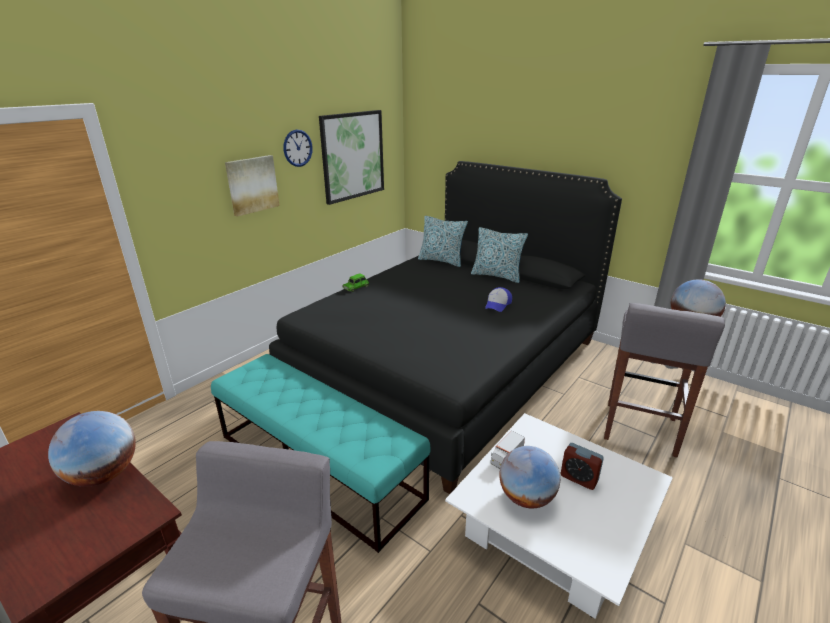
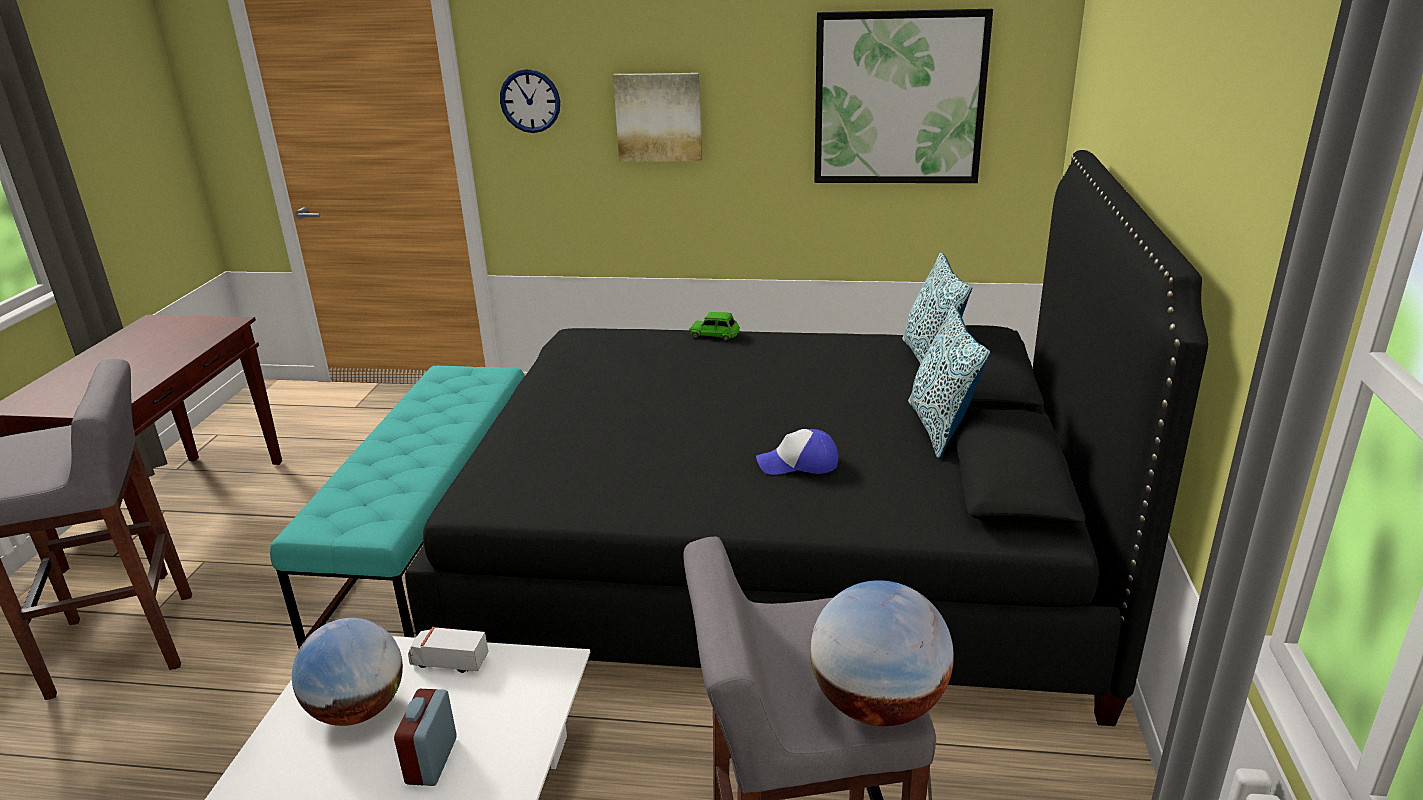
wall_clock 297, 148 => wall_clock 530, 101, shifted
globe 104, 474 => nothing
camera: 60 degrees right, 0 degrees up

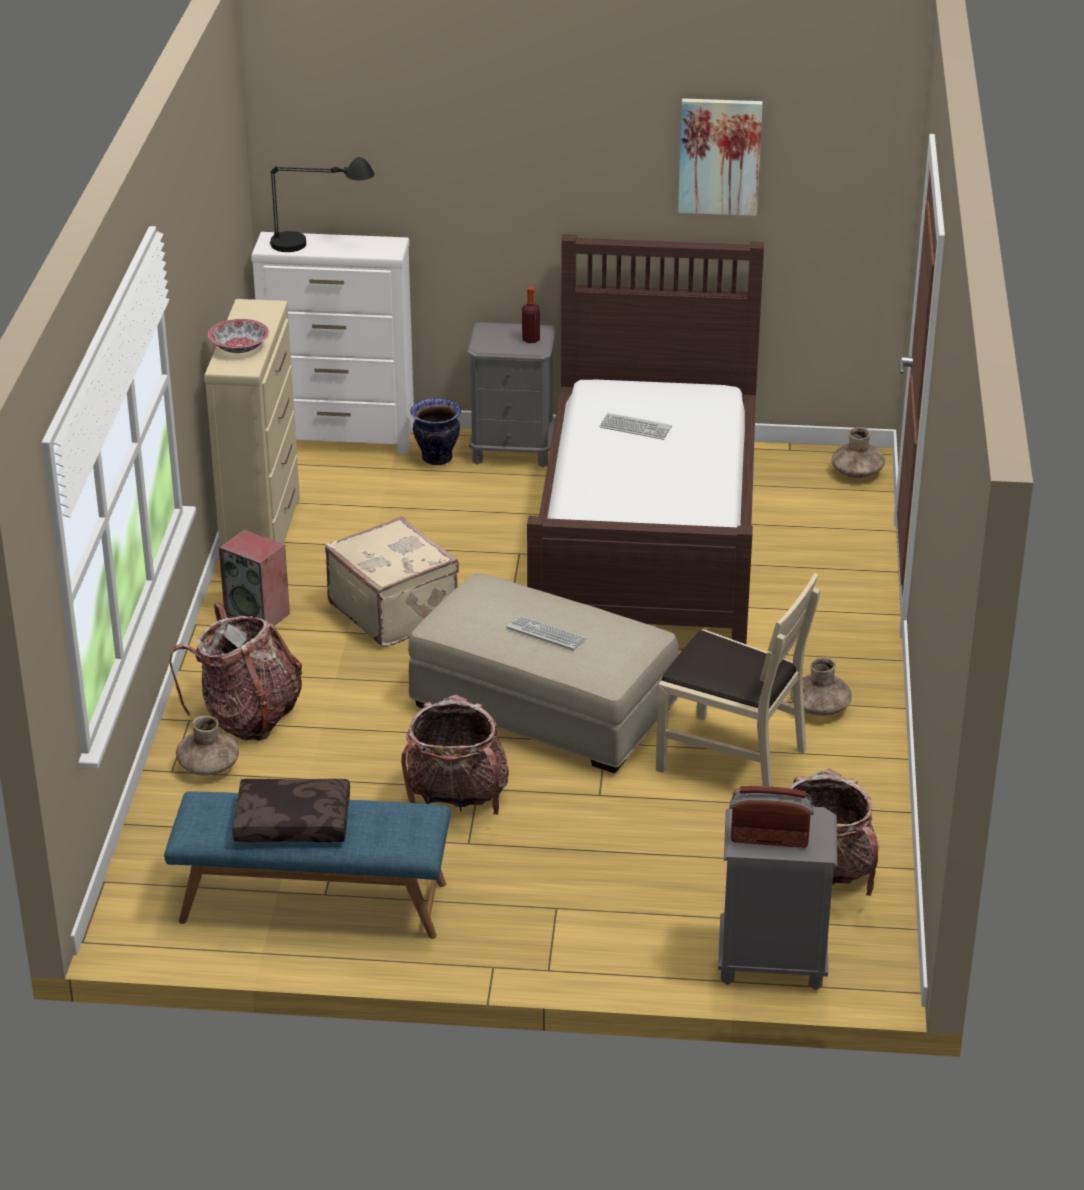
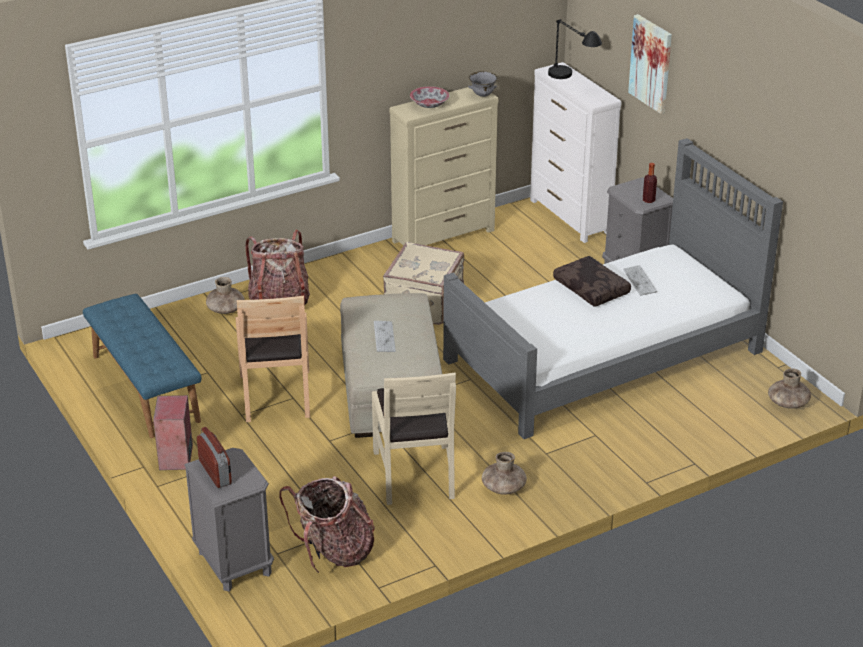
speaker 258, 615 => speaker 176, 457, shifted
backpack 456, 799 => brown_chair 276, 395
brown_bed 647, 539 => grey_bed 604, 355
nothing => grey_bowl 482, 95
brown_pillow 294, 821 => brown_pillow 592, 288, shifted
picture 719, 156 => picture 651, 63, shifted
vase 436, 458 => nothing
camera: 55 degrees right, 0 degrees up

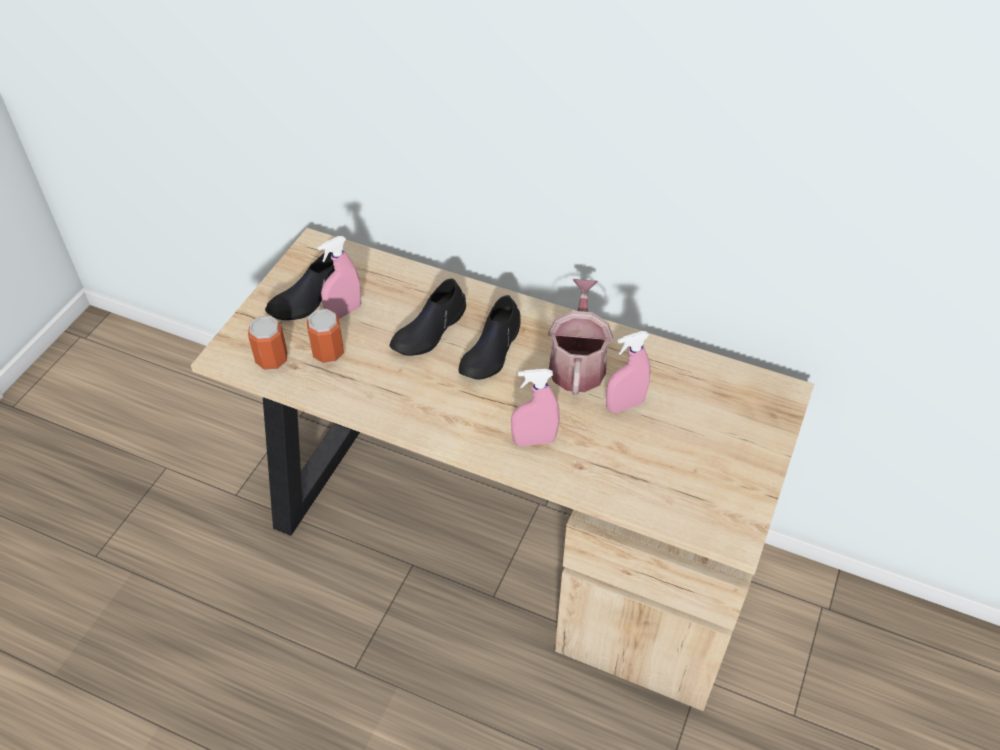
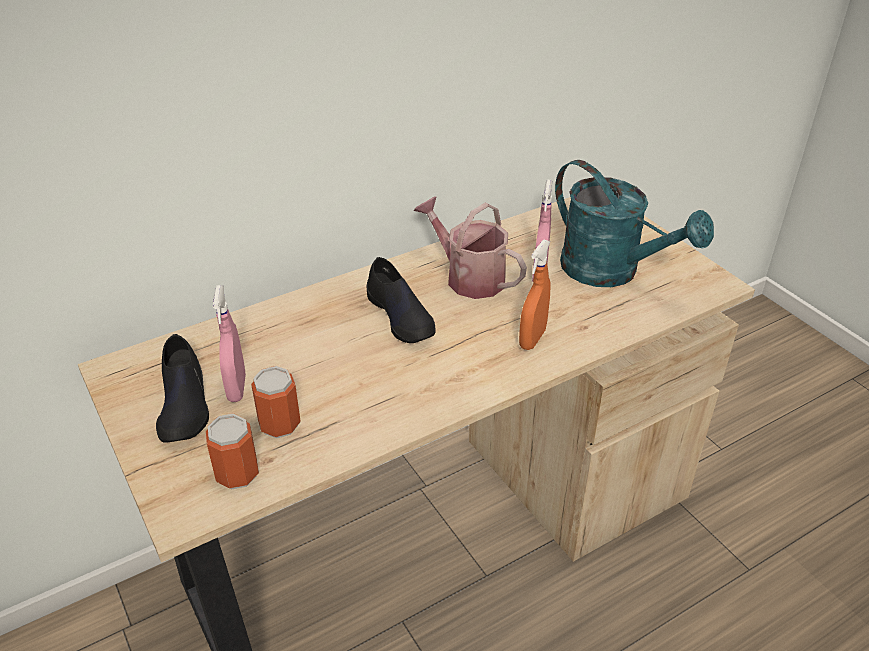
pink_spray_bottle 534, 440 => orange_spray_bottle 532, 339
nothing => turquoise_watering_can 612, 272
black_shoe 429, 330 => nothing
camera: 55 degrees left, 10 degrees down

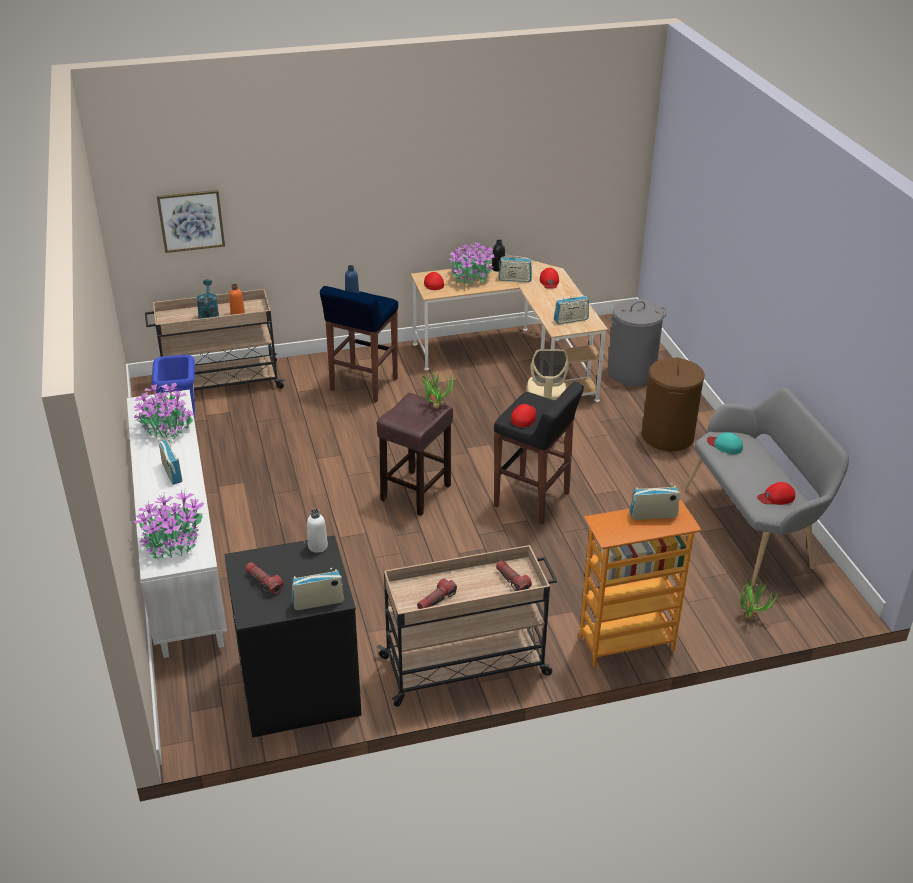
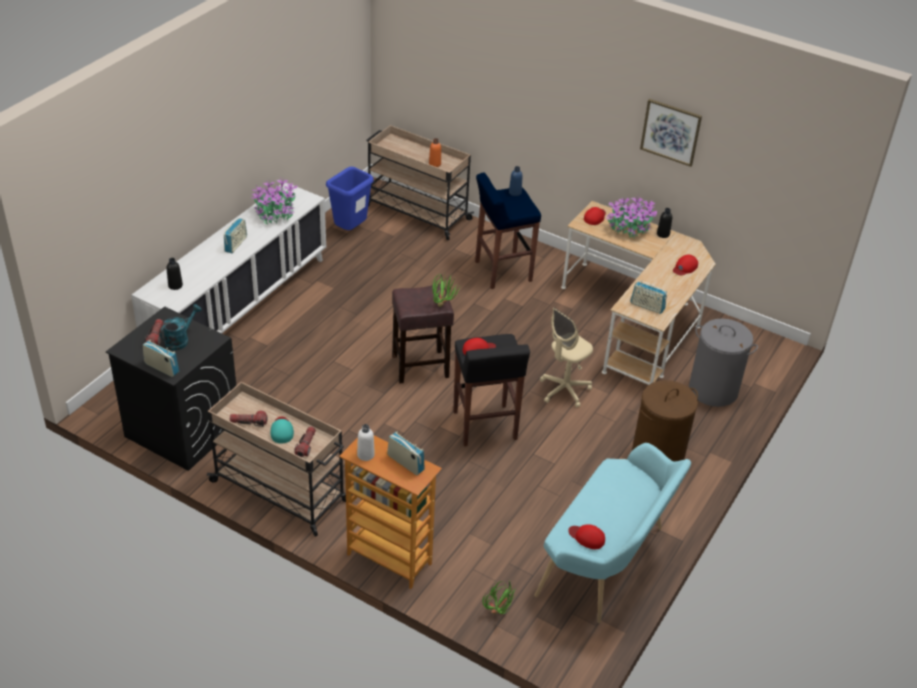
turquoise_watering_can 209, 315 => turquoise_watering_can 180, 340, shifted
potted_plant 173, 542 => black_bottle 175, 285
turquoise_cap 725, 445 => turquoise_cap 282, 431, shifted
white_bottle 317, 546 => white_bottle 365, 455, shifted
grey_bench 754, 527 => turquoise_bench 607, 563
picture 191, 220 => picture 671, 132, shifted
radio 515, 279 => nothing
camera: 45 degrees right, 5 degrees up

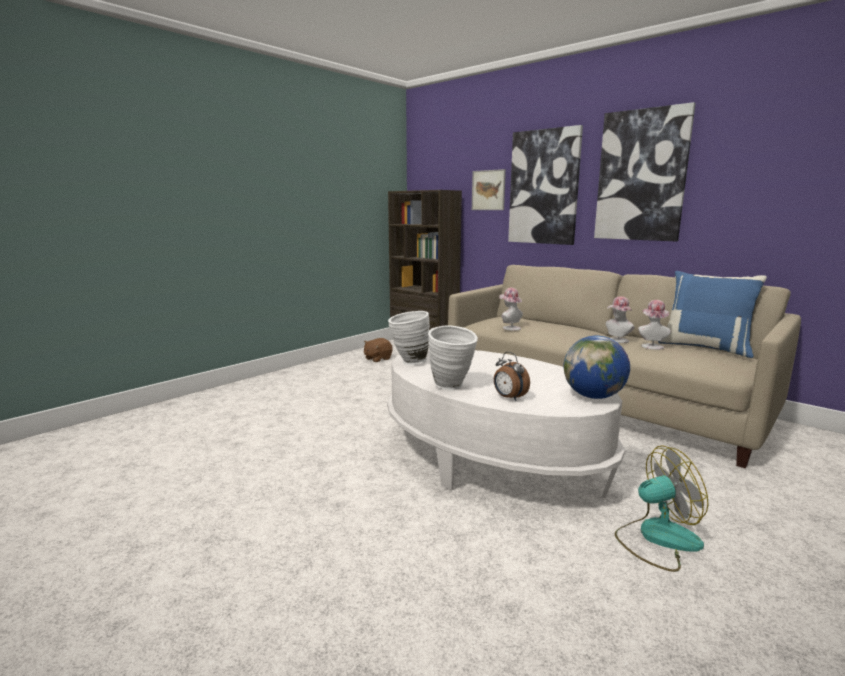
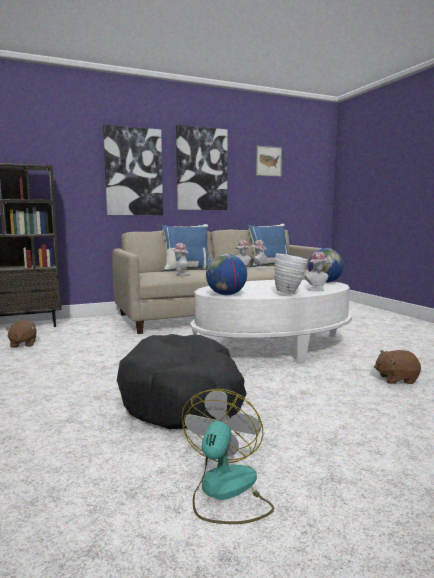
nothing => black_dog_bed 183, 397
nothing => blue_pillow 187, 269
fan 657, 538 => fan 225, 492, shifted
white_vase 408, 363 => globe 226, 295
picture 488, 190 => picture 268, 161, shifted
alarm_clock 509, 398 => hat 317, 290
nothing => brown_plush_toy 396, 379
camera: 65 degrees left, 5 degrees down

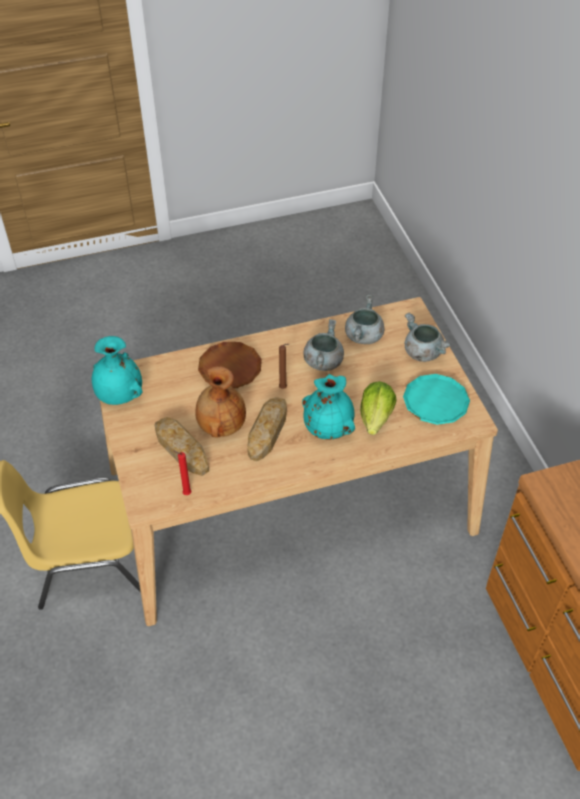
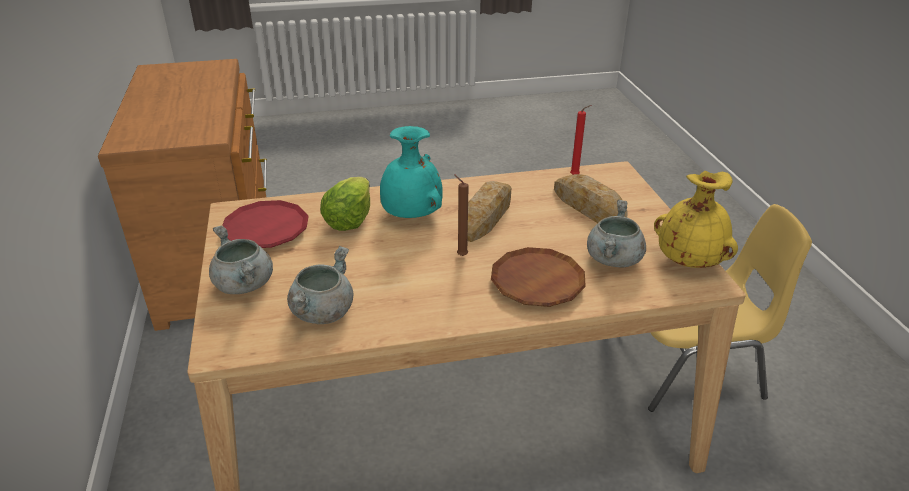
turquoise_plate 435, 402 => red_plate 266, 230
grey_cooking_pot 323, 361 => grey_cooking_pot 613, 260, shifted
turquoise_vase 119, 395 => yellow_vase 689, 260
brown_vase 220, 425 => nothing
camera: 175 degrees left, 15 degrees down

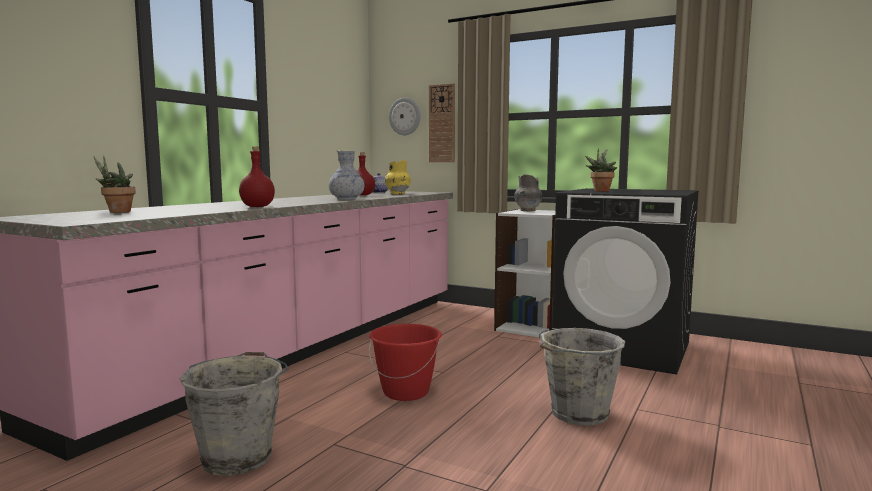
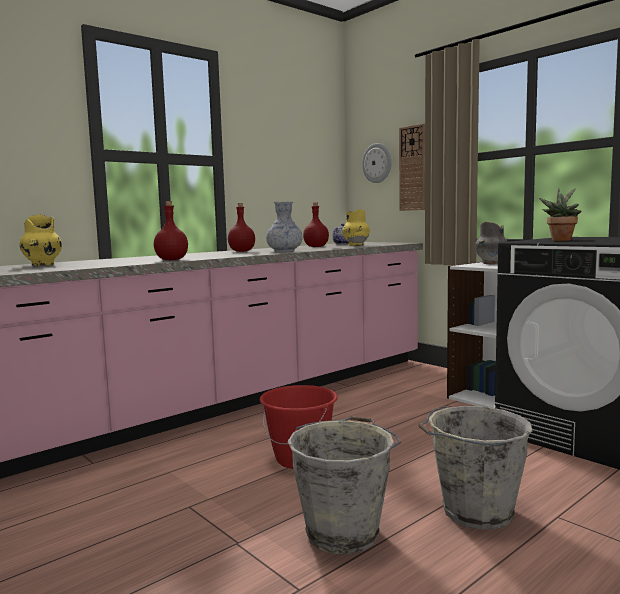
potted_plant 117, 212 => yellow_vase 42, 265
nothing => red_bottle 242, 251
grey_bucket 238, 457 => grey_bucket 343, 532, shifted
camera: 20 degrees right, 0 degrees up

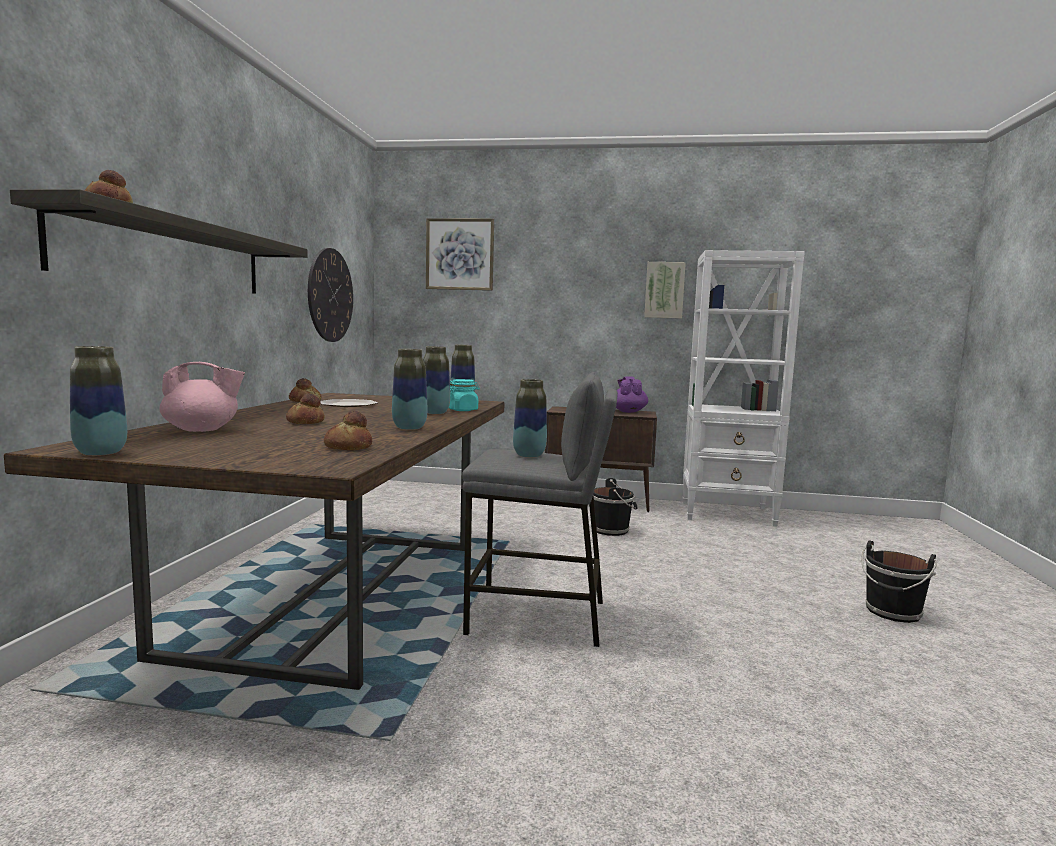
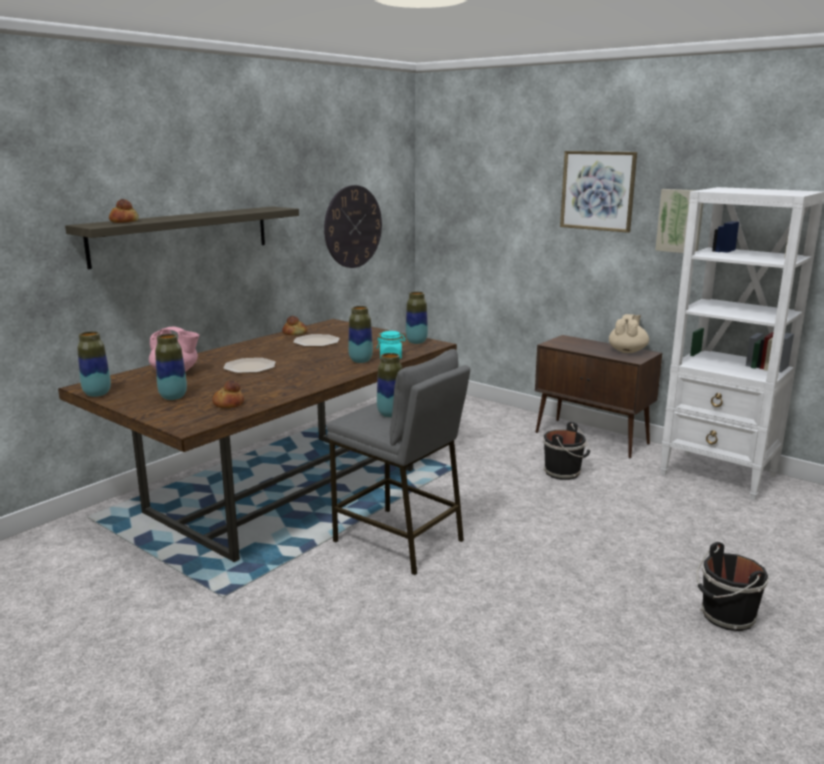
vase 409, 428 => vase 173, 397, shifted
bread 305, 422 => plate 249, 367
picture 460, 254 => picture 598, 191, shifted
purple_teapot 628, 411 => beige_teapot 627, 351
camera: 30 degrees right, 10 degrees up

